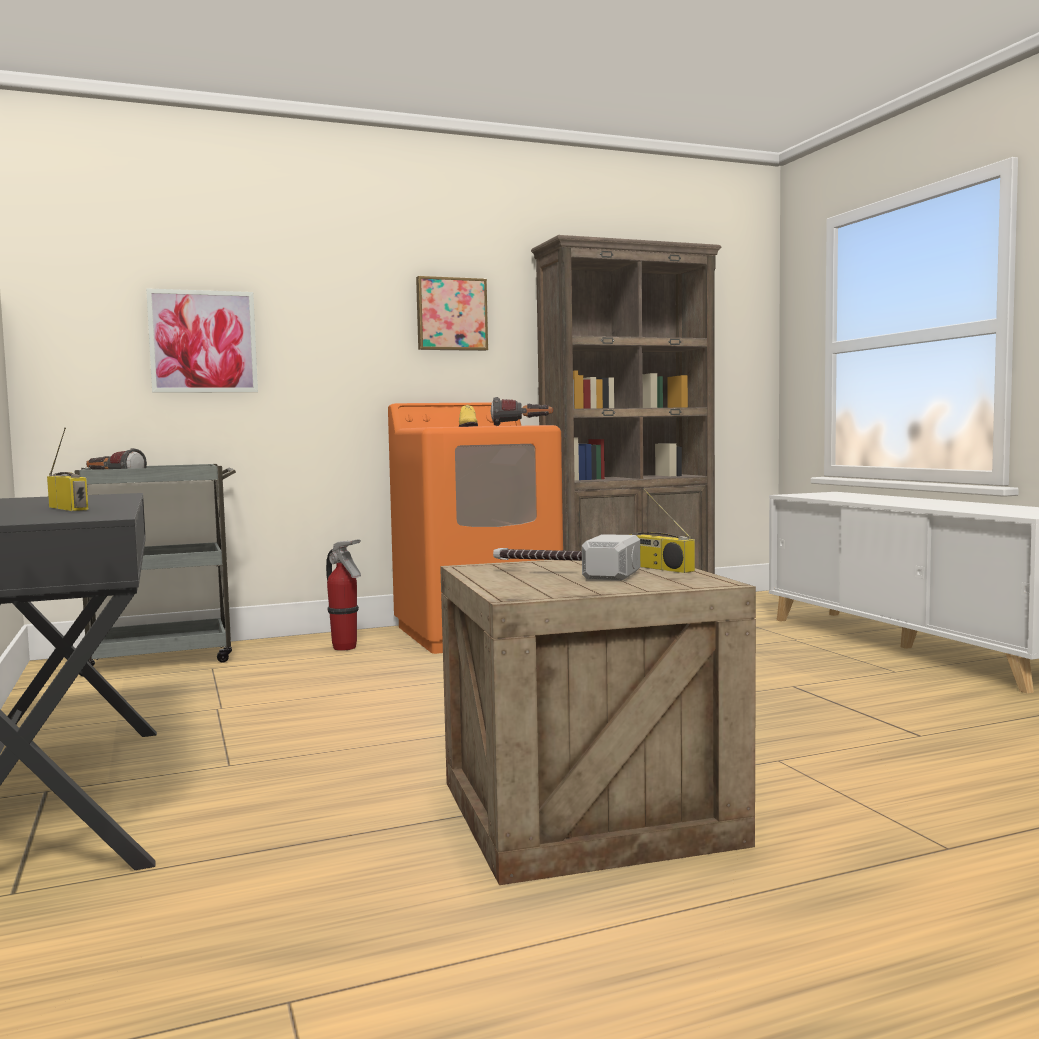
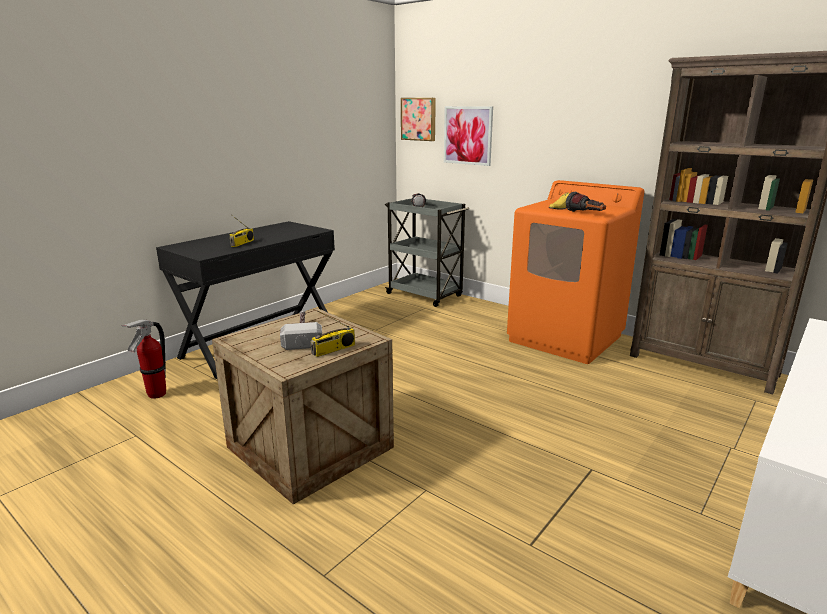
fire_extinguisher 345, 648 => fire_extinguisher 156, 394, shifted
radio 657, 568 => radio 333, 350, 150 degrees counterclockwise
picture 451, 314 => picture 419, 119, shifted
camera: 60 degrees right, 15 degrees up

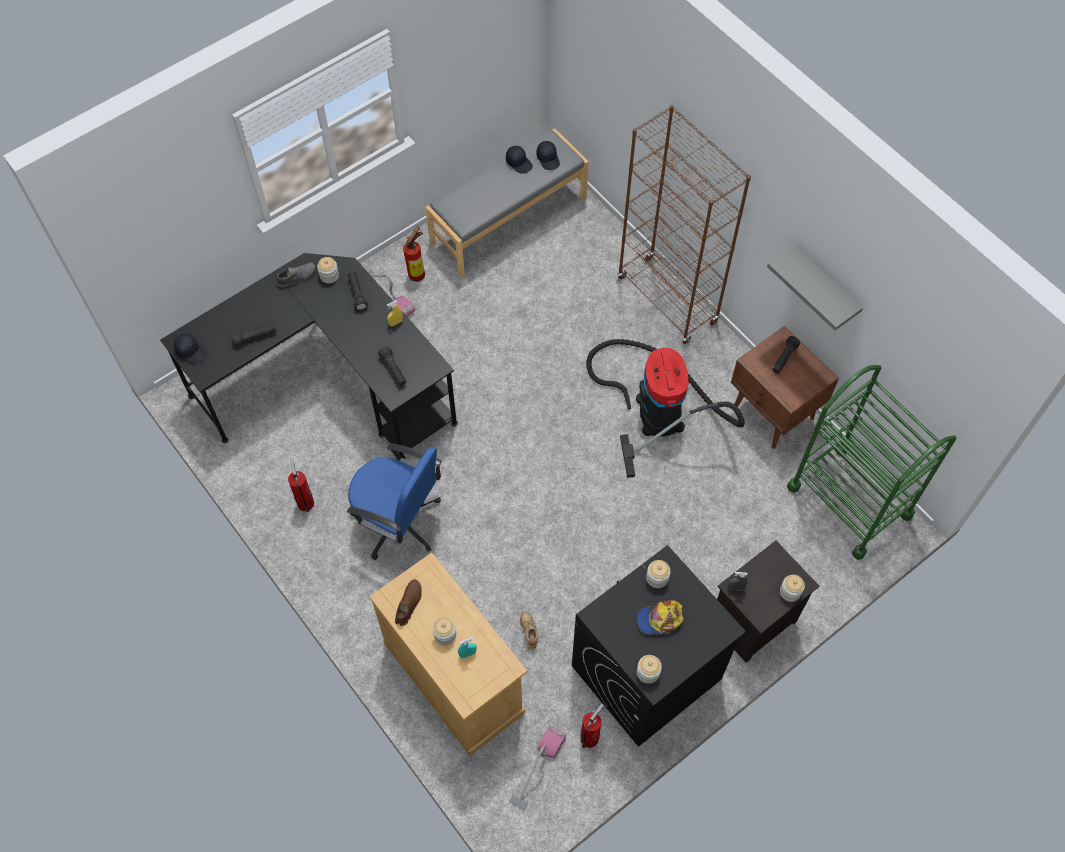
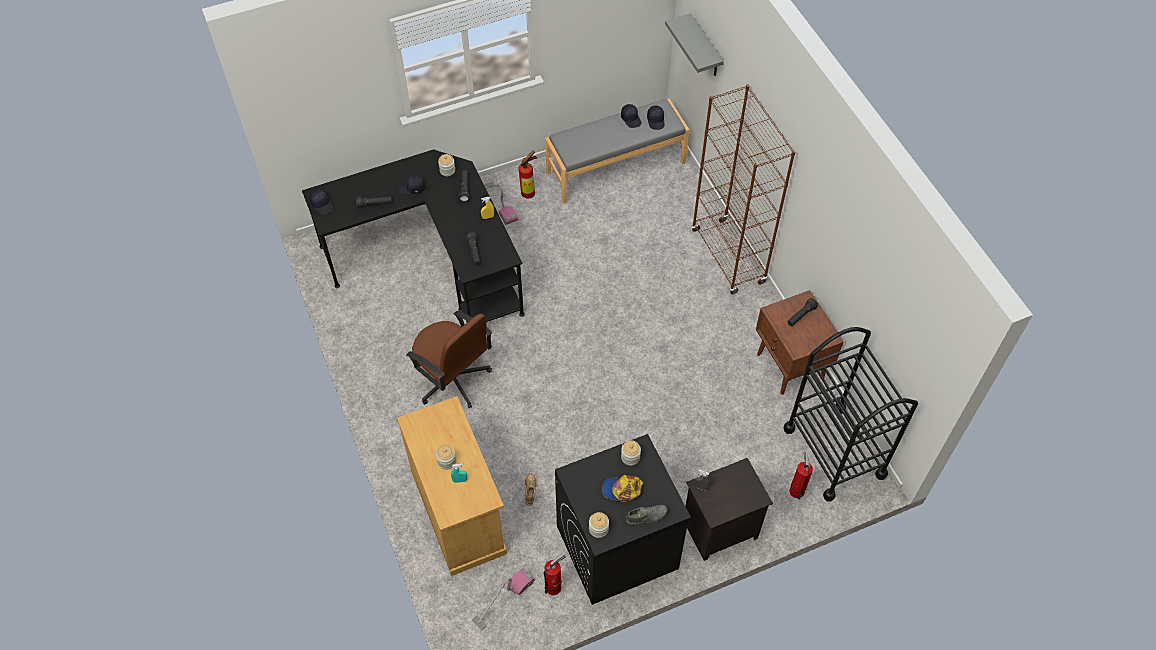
nothing => black_cap 412, 188
blue_office_chair 398, 521 => brown_office_chair 453, 379
grey_shoe 297, 277 => grey_shoe 646, 516, shifted
grey_shelf 824, 286 => grey_shelf 705, 47, shifted
green_cart 849, 501 => black_cart 834, 452
fire_extinguisher 305, 501 => fire_extinguisher 796, 489, shifted
brown_shoe 408, 604 => nothing
vacuum_cleaner 657, 408 => nothing
jar 790, 592 => nothing
camera: 15 degrees right, 5 degrees down

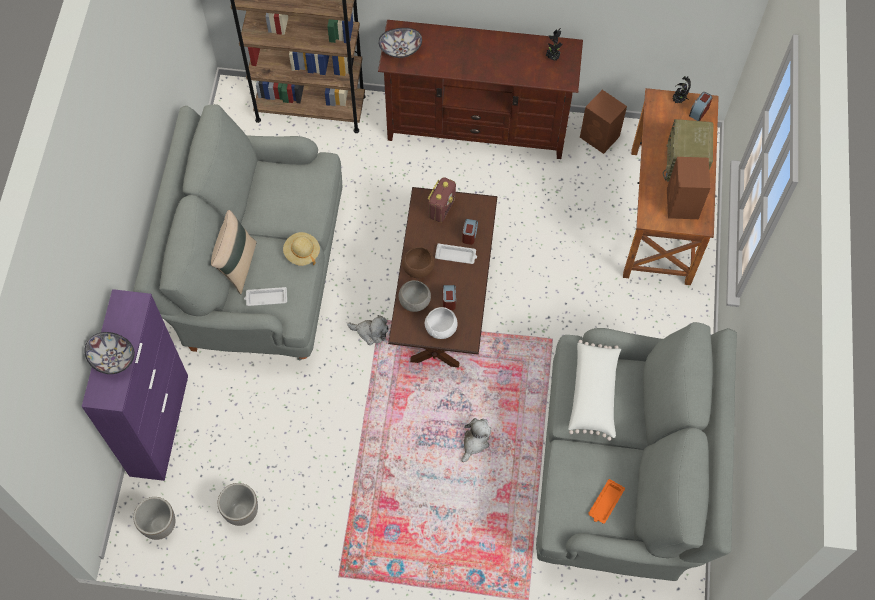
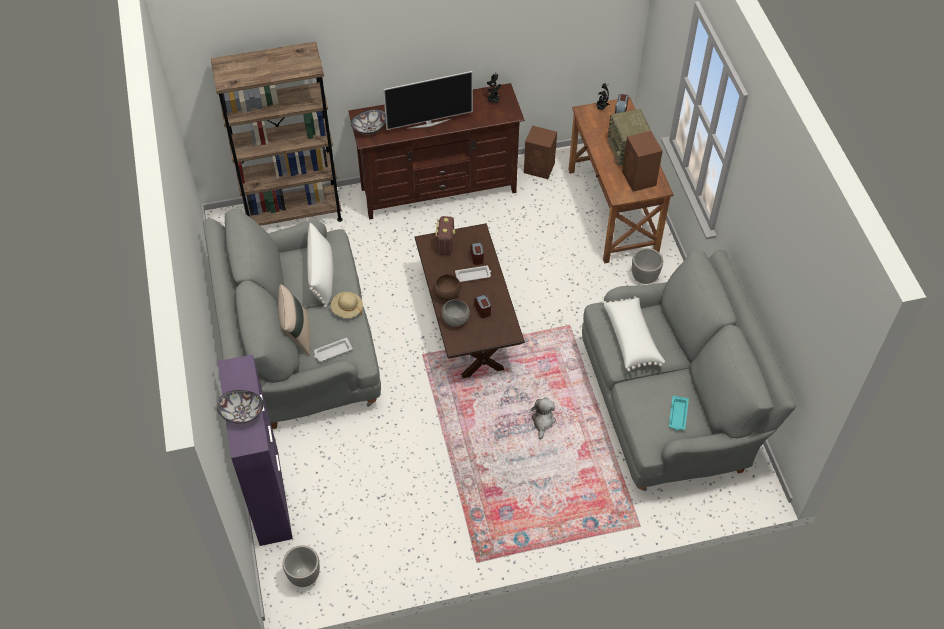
nothing => white_pillow 321, 275
nothing => television 429, 123
planter 241, 511 => planter 644, 277, shifted
orange_tray 605, 503 => turquoise_tray 678, 415
plush_toy 371, 332 => nothing
white_bowl 441, 329 => nothing
camera: 20 degrees left, 10 degrees down

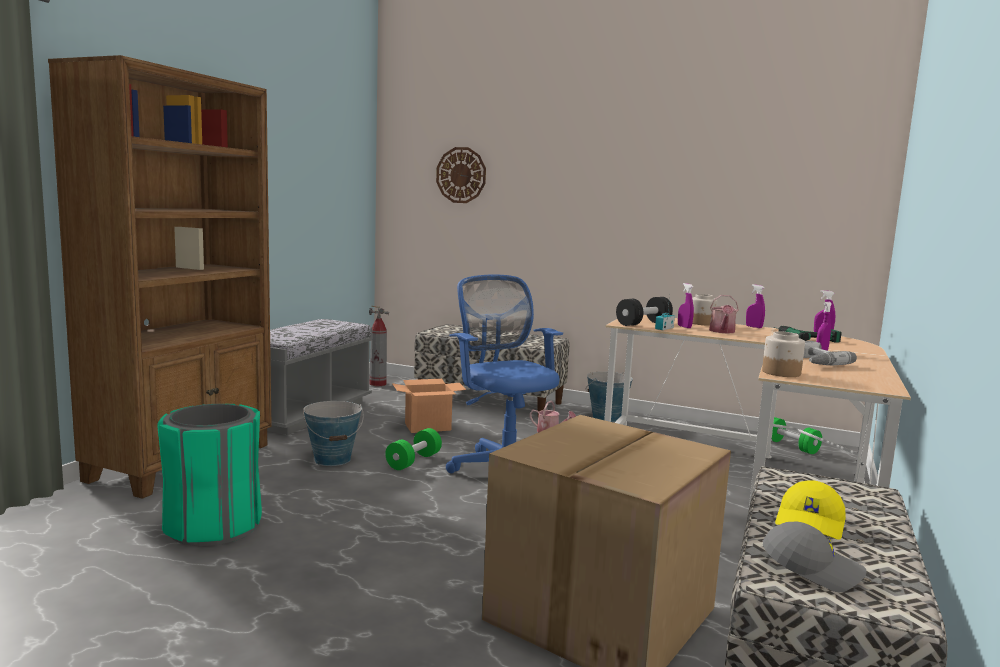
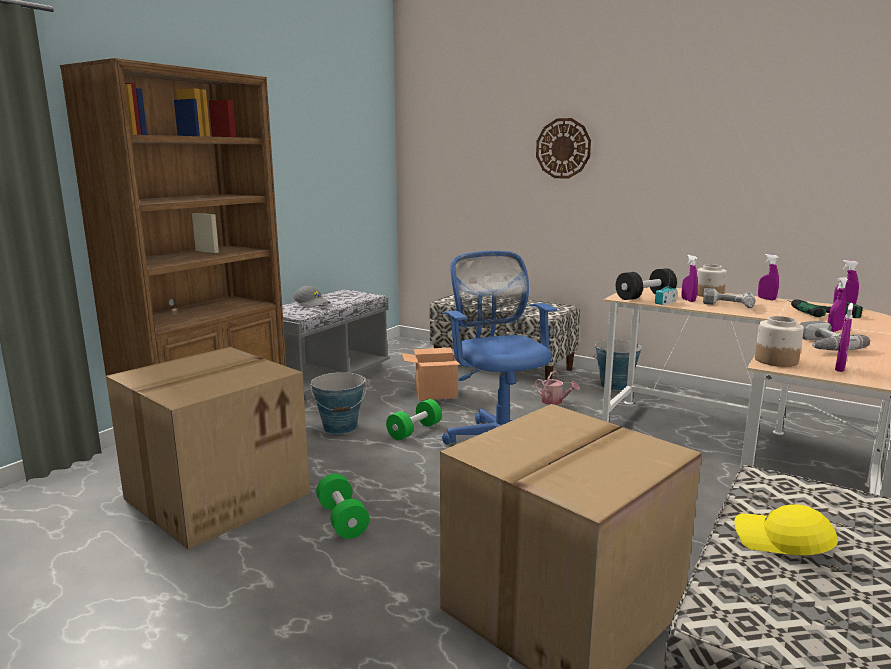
green_trash_can 213, 526 => cardboard_box 218, 494
grey_cap 812, 569 => grey_cap 312, 304, shifted
green_dumbbell 790, 446 => green_dumbbell 342, 520, shifted
wall_clock 461, 175 => wall_clock 563, 148, shifted
watering_can 722, 331 => power_drill 728, 306
yellow_cap 811, 523 => yellow_cap 781, 542, 90 degrees clockwise
nothing => purple_spray_bottle 840, 368
fire_extinguisher 378, 384 => nothing
camera: 10 degrees right, 5 degrees up

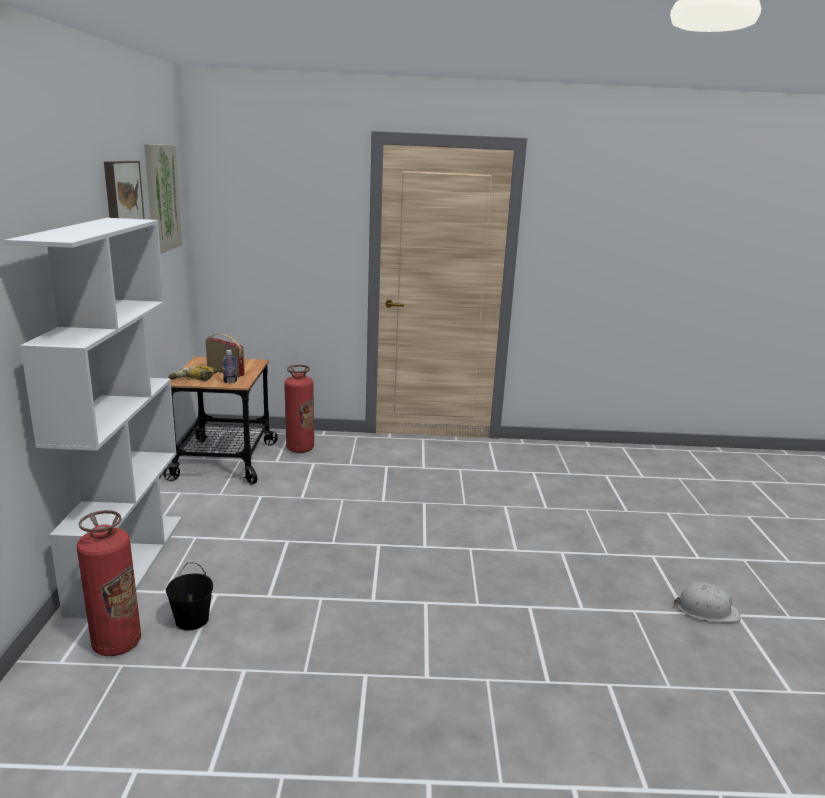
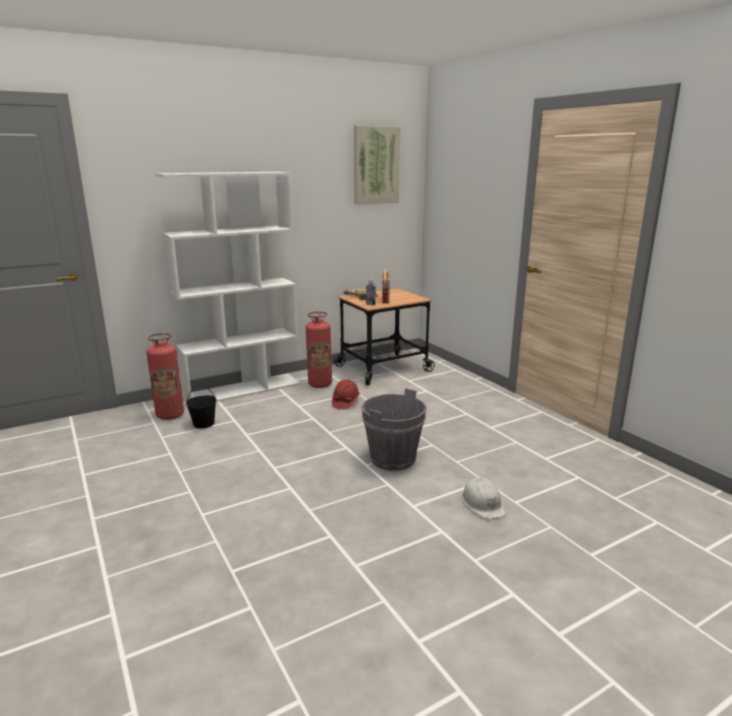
fire_extinguisher 300, 448 => fire_extinguisher 320, 384, shifted
nothing => red_hard_hat 345, 402
nothing => grey_bucket 393, 459
white_hard_hat 706, 610 => white_hard_hat 482, 503, shifted
picture 121, 196 => nothing
camera: 60 degrees right, 0 degrees up

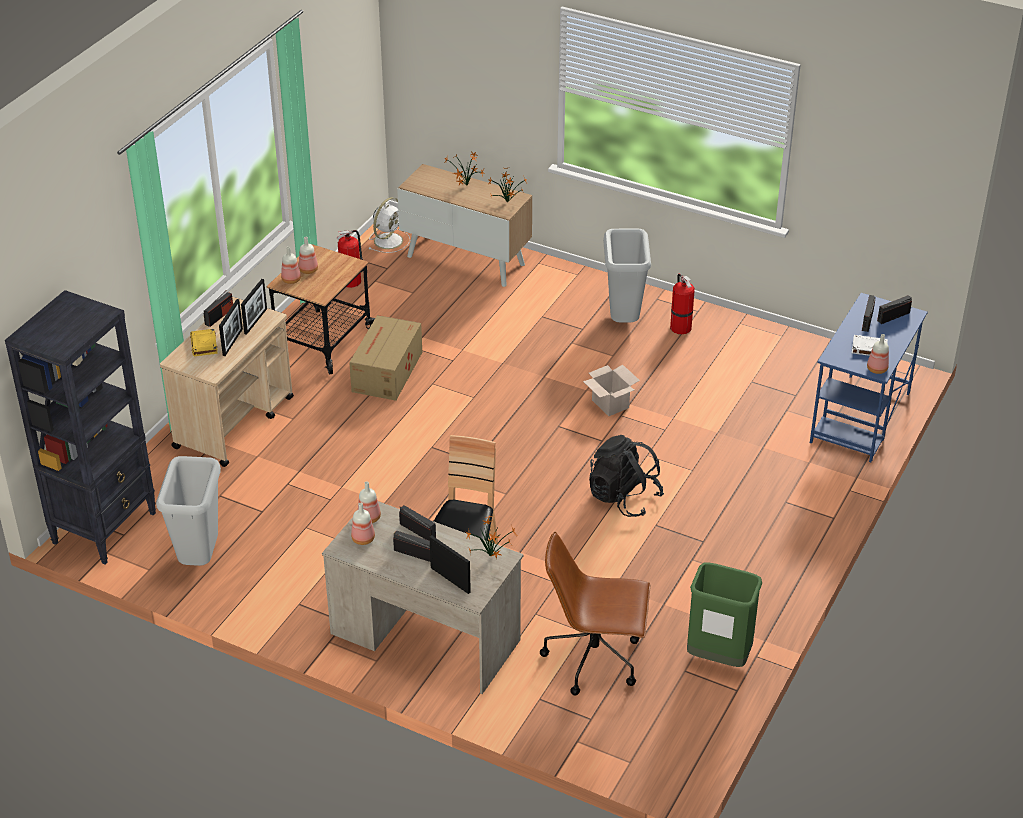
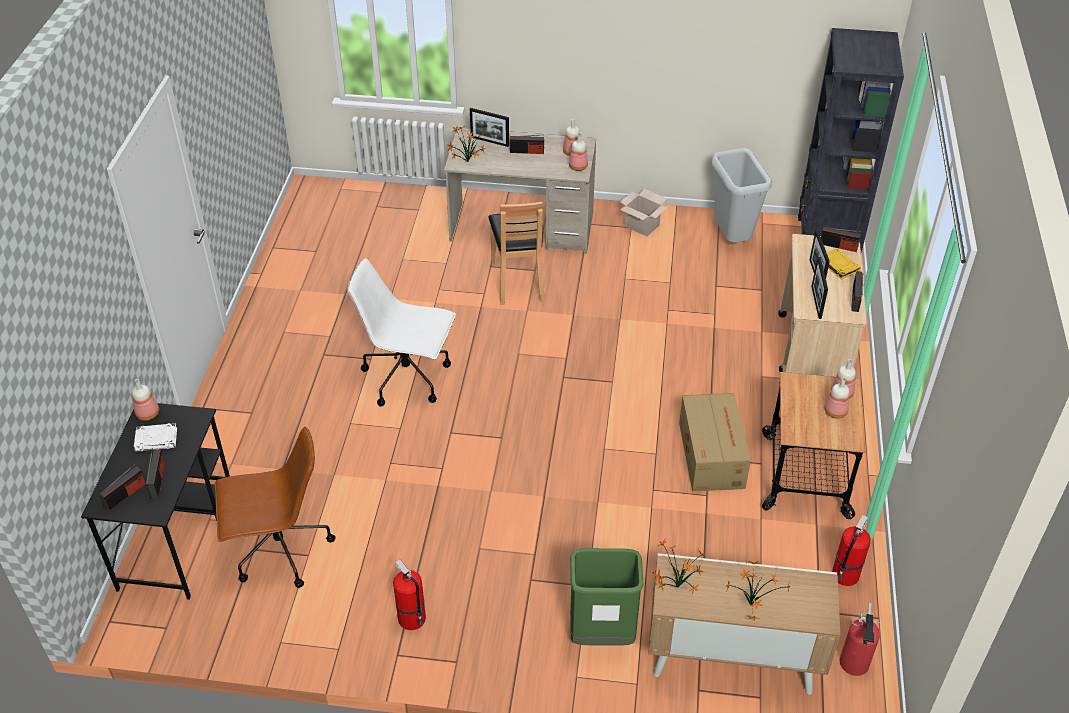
blue_desk 860, 418 => black_desk 177, 536
brown_office_chair 595, 659 => brown_office_chair 279, 550, shifted
black_backpack 623, 498 => white_office_chair 408, 377
green_trash_can 718, 657 => green_trash_can 602, 635, shifted
cardboard_box 609, 404 => cardboard_box 643, 226, shifted
radio 417, 531 => radio 838, 246, shifted
white_fan 389, 240 => fire_extinguisher 853, 666
grey_trash_can 622, 320 => nothing
camera: 160 degrees right, 5 degrees up

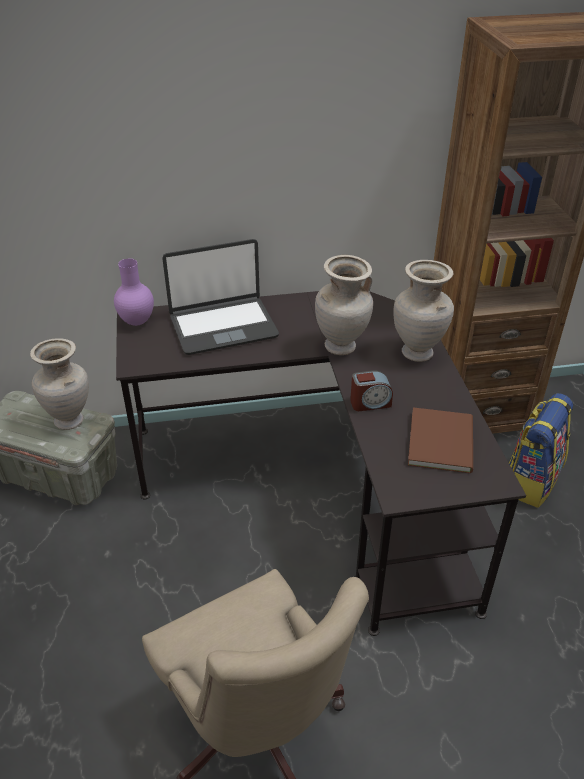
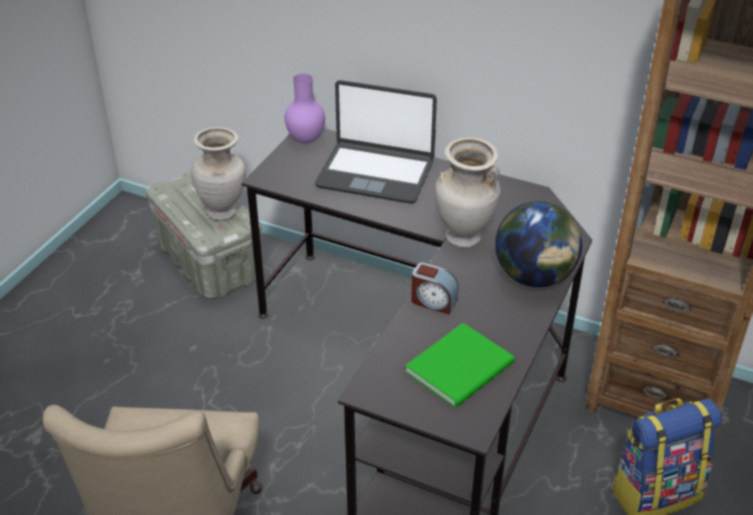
brown_book 443, 440 => green_book 463, 367
beige_vase 418, 353 => globe 534, 276
camera: 35 degrees right, 0 degrees up

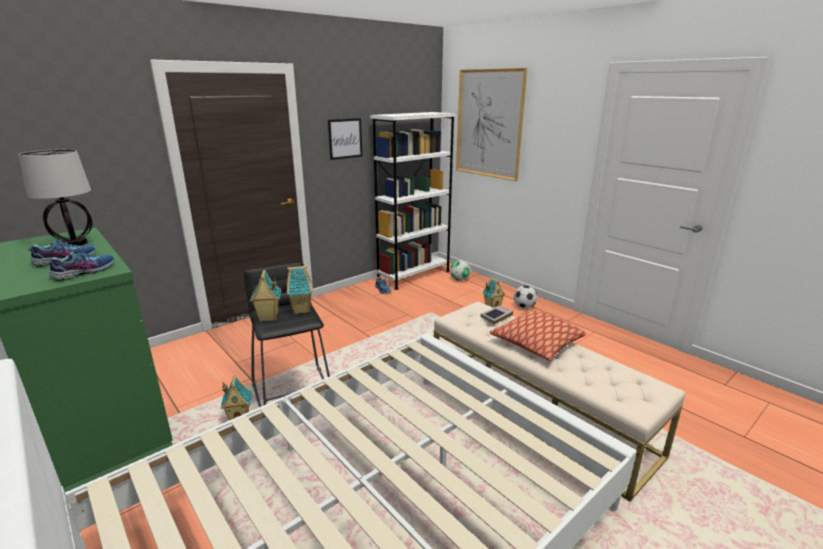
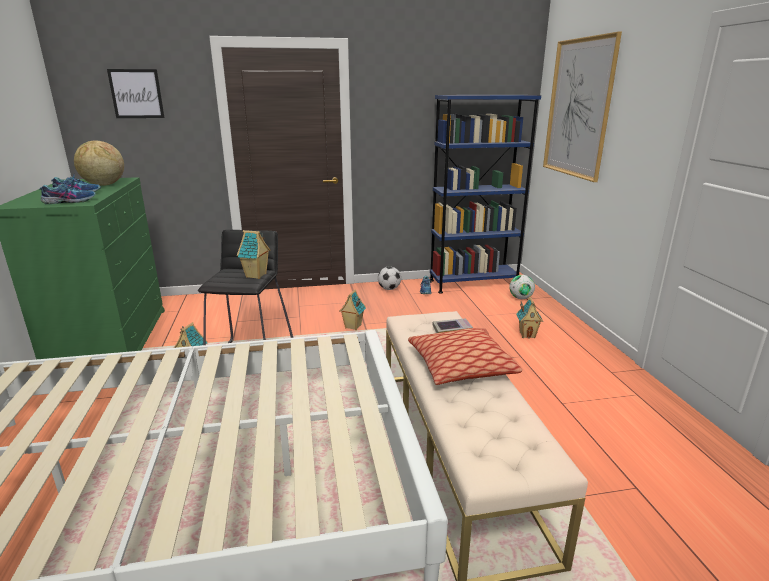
table_lamp 74, 244 => globe 103, 185
picture 345, 138 => picture 136, 94, shifted
toy_house 268, 318 => toy_house 352, 327, shifted
football 524, 307 => football 389, 289, shifted
white_bookcase 414, 275 => blue_bookcase 473, 283
camera: 30 degrees right, 0 degrees up

